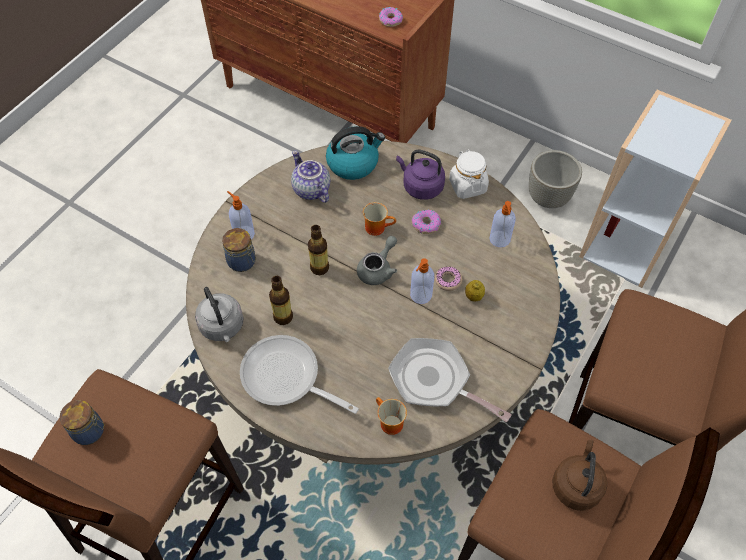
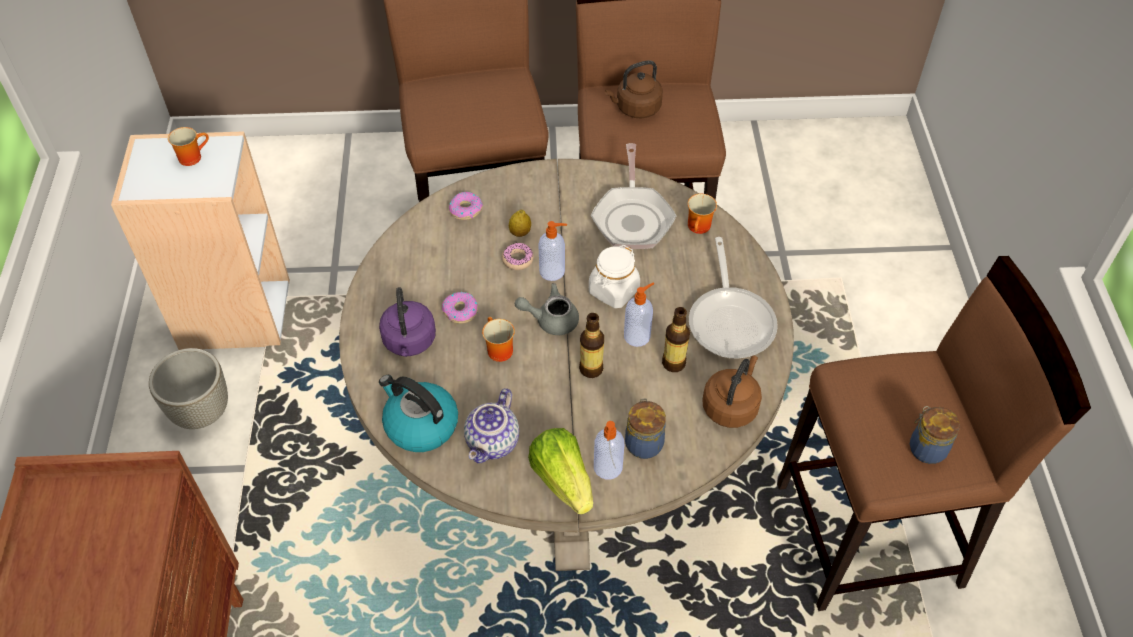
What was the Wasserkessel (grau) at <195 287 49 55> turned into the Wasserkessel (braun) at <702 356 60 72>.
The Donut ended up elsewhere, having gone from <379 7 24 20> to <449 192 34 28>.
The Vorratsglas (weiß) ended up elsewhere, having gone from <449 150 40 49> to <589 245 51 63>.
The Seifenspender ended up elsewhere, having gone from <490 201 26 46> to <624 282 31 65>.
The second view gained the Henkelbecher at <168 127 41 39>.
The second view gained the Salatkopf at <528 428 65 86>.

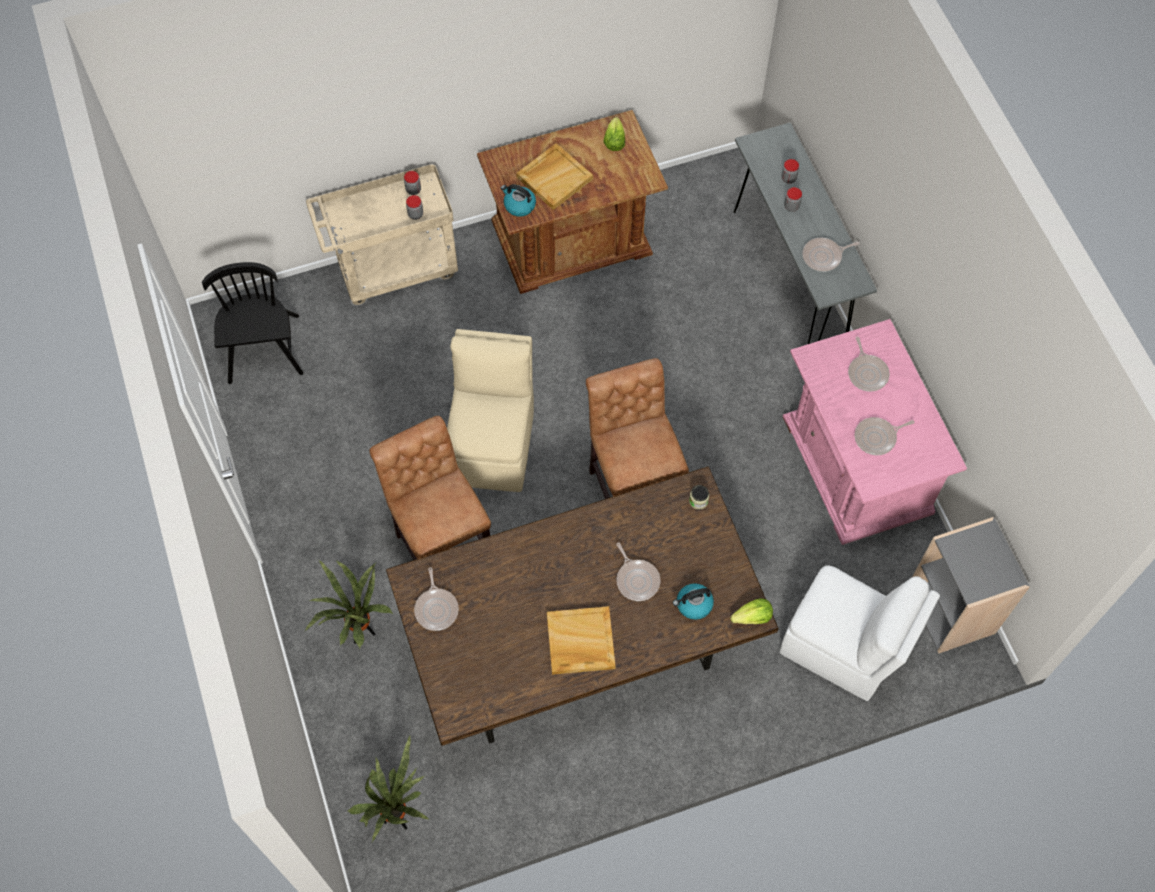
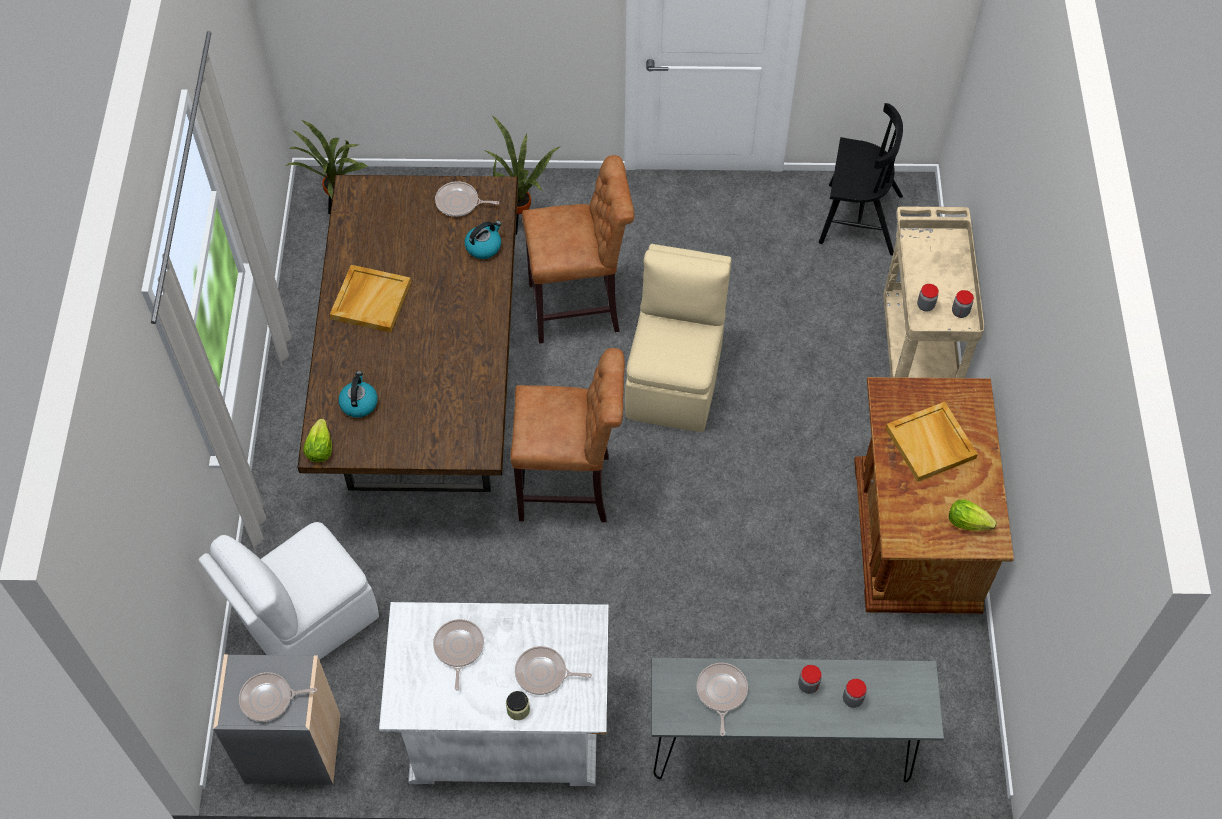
The Stuhl (beige) at <447 329 87 163> ended up facing another way, 105 degrees counterclockwise from before.
The Wasserkessel ended up elsewhere, having gone from <501 184 35 33> to <465 221 37 38>.
The Pfanne ended up elsewhere, having gone from <616 543 44 58> to <239 672 78 50>.
The Vorratsglas ended up elsewhere, having gone from <689 485 20 25> to <506 691 24 29>.
What was the Schrank (rosa) at <782 319 185 226> turned into the Schrank (weiß) at <379 602 229 184>.

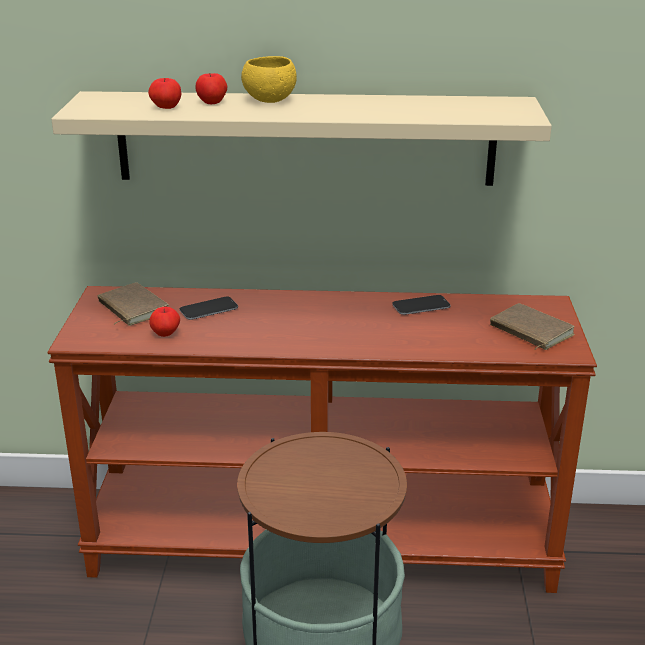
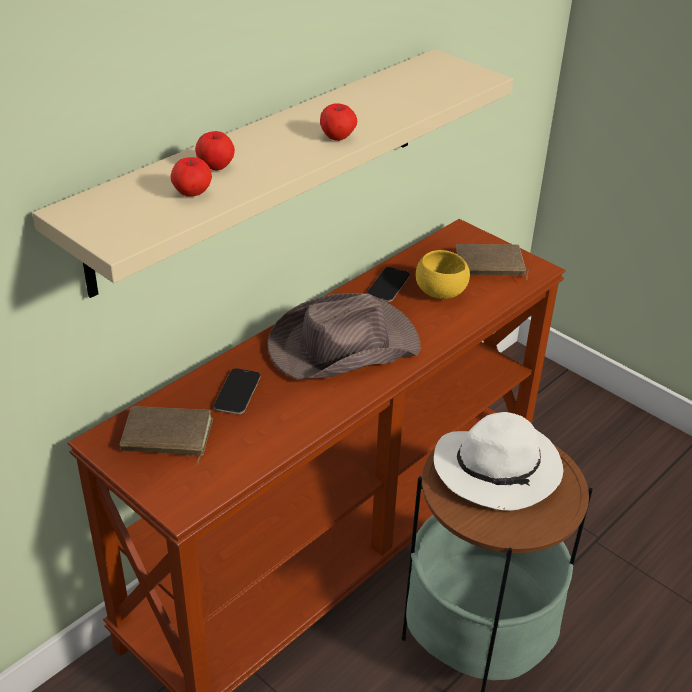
The Apfel ended up elsewhere, having gone from <149 307 31 30> to <320 103 37 38>.
The Schüssel (gelb) ended up elsewhere, having gone from <241 56 56 47> to <416 250 54 49>.
The second view gained the Hut (braun) at <267 293 154 86>.
The second view gained the Hut (weiß) at <434 412 129 99>.

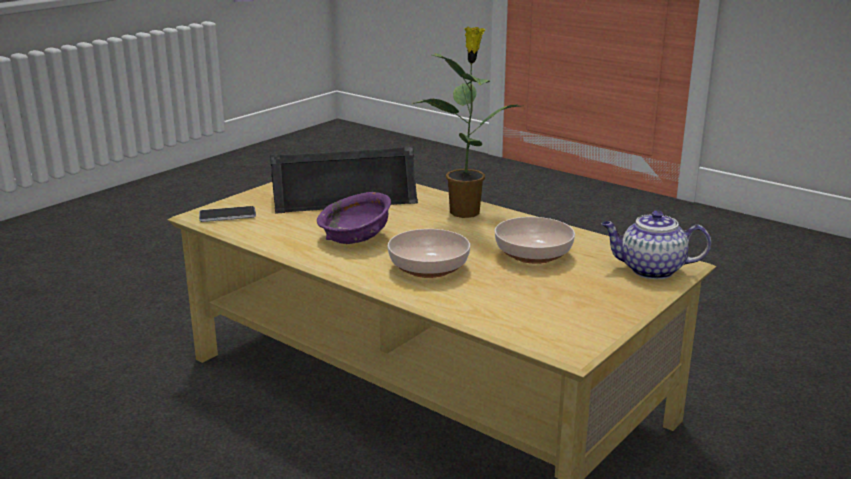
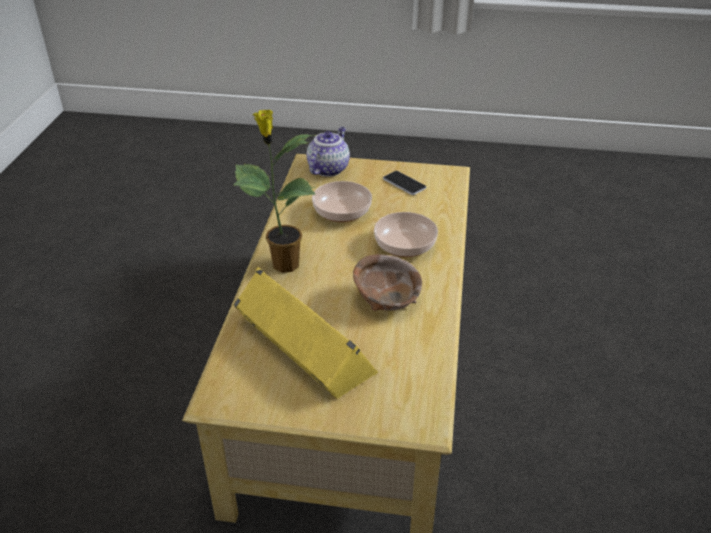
The Handy ended up elsewhere, having gone from <199 206 57 16> to <383 171 43 24>.
What was the Lautsprecher (schwarz) at <270 146 148 68> turned into the Lautsprecher (gelb) at <233 267 146 132>.
What was the Schüssel (lila) at <317 192 74 52> turned into the Schüssel (braun) at <353 254 69 57>.
The Teekanne at <602 210 109 69> ended up facing another way, 135 degrees counterclockwise from before.

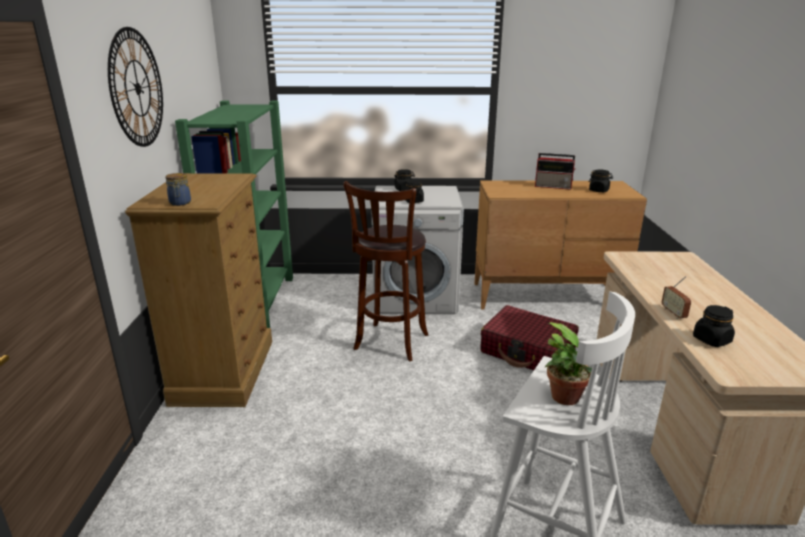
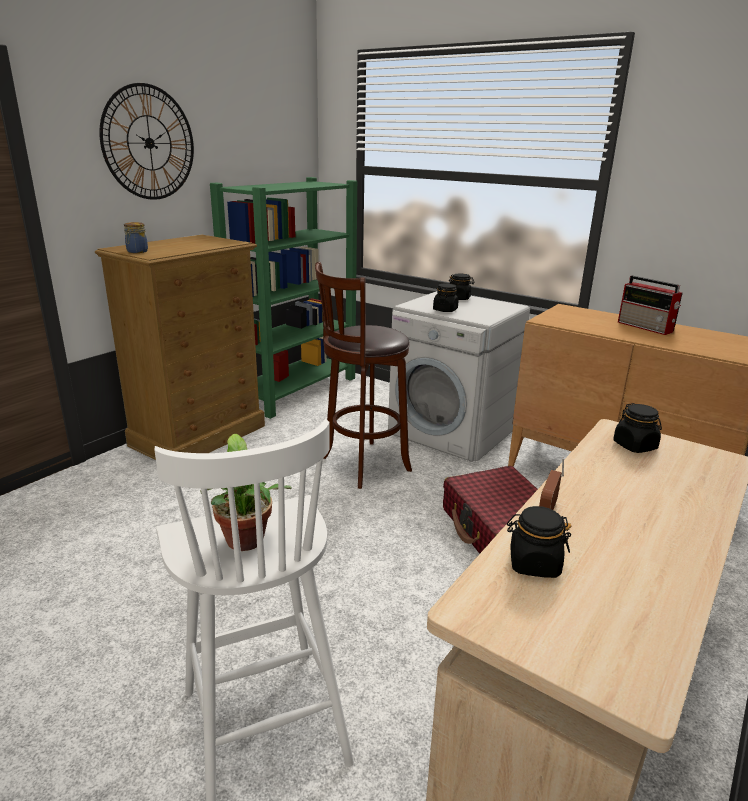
The Vorratsglas (schwarz) ended up elsewhere, having gone from <589 170 24 22> to <613 403 49 50>.

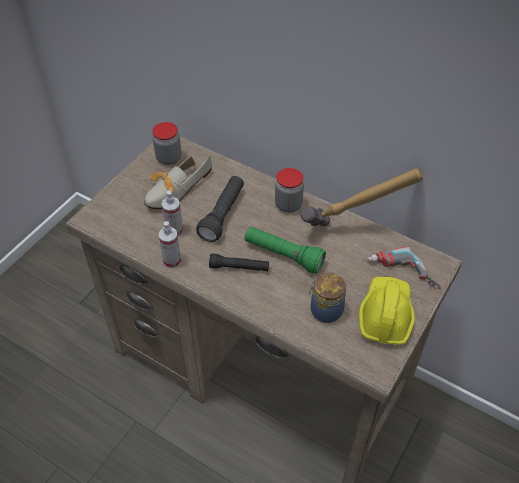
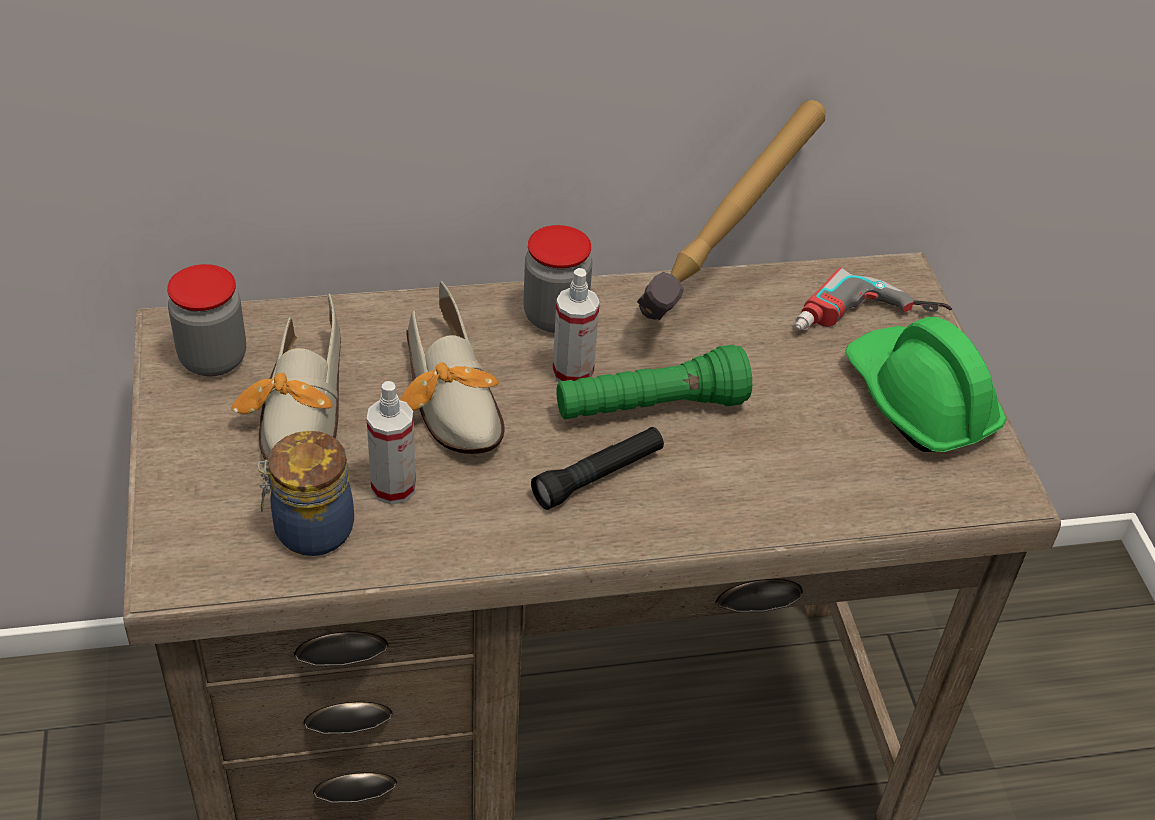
The Sprühflasche ended up elsewhere, having gone from <159 221 22 47> to <552 268 48 114>.
Where the Taschenlampe (schwarz) stood at <196 176 48 66>, the Schuh came to stand at <400 280 105 174>.
The Vorratsglas ended up elsewhere, having gone from <309 273 37 50> to <257 431 97 125>.
What was the Schutzhelm (gelb) at <359 277 56 68> turned into the Schutzhelm (grün) at <845 317 161 135>.

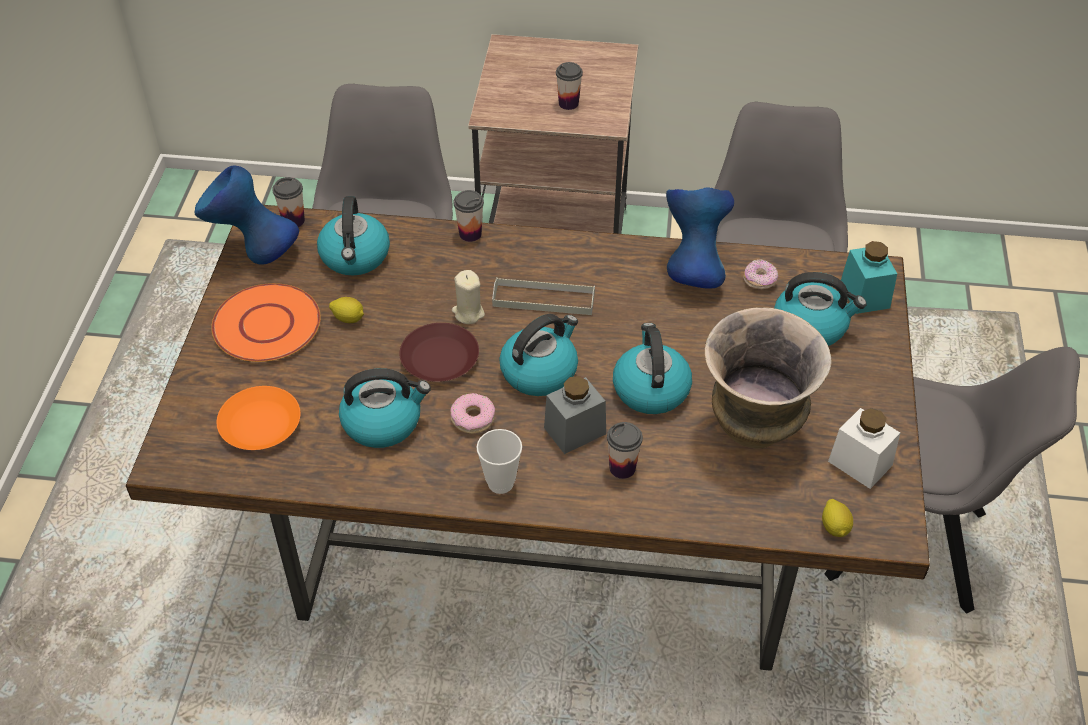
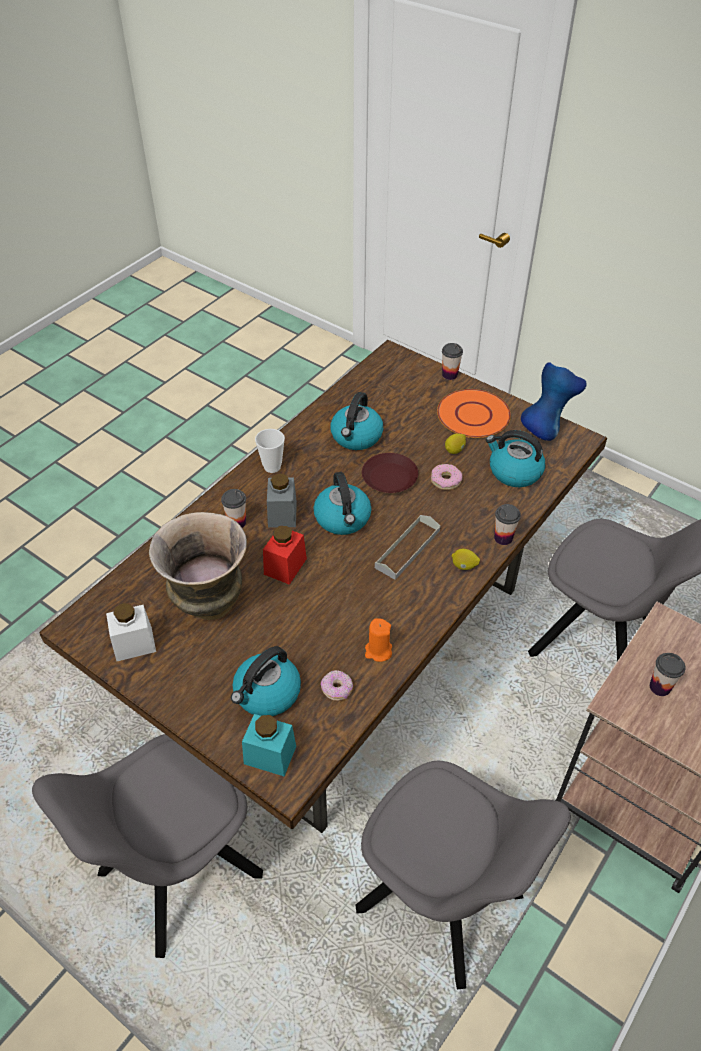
The second view lost the Teller (orange) at <217 386 84 64>.
The Tasse ended up elsewhere, having gone from <272 177 33 50> to <442 343 21 37>.
The Donut ended up elsewhere, having gone from <451 393 44 41> to <431 464 31 26>.
The second view lost the Kerze (beige) at <452 270 33 54>.
Where the Wasserkessel stood at <613 323 79 91>, the Vorratsglas (rot) came to stand at <263 526 44 59>.
Where the Vase (blau) stood at <666 187 68 102>, the Kerze (orange) came to stand at <365 618 27 44>.
The Zitrone ended up elsewhere, having gone from <822 499 31 38> to <452 549 28 21>.

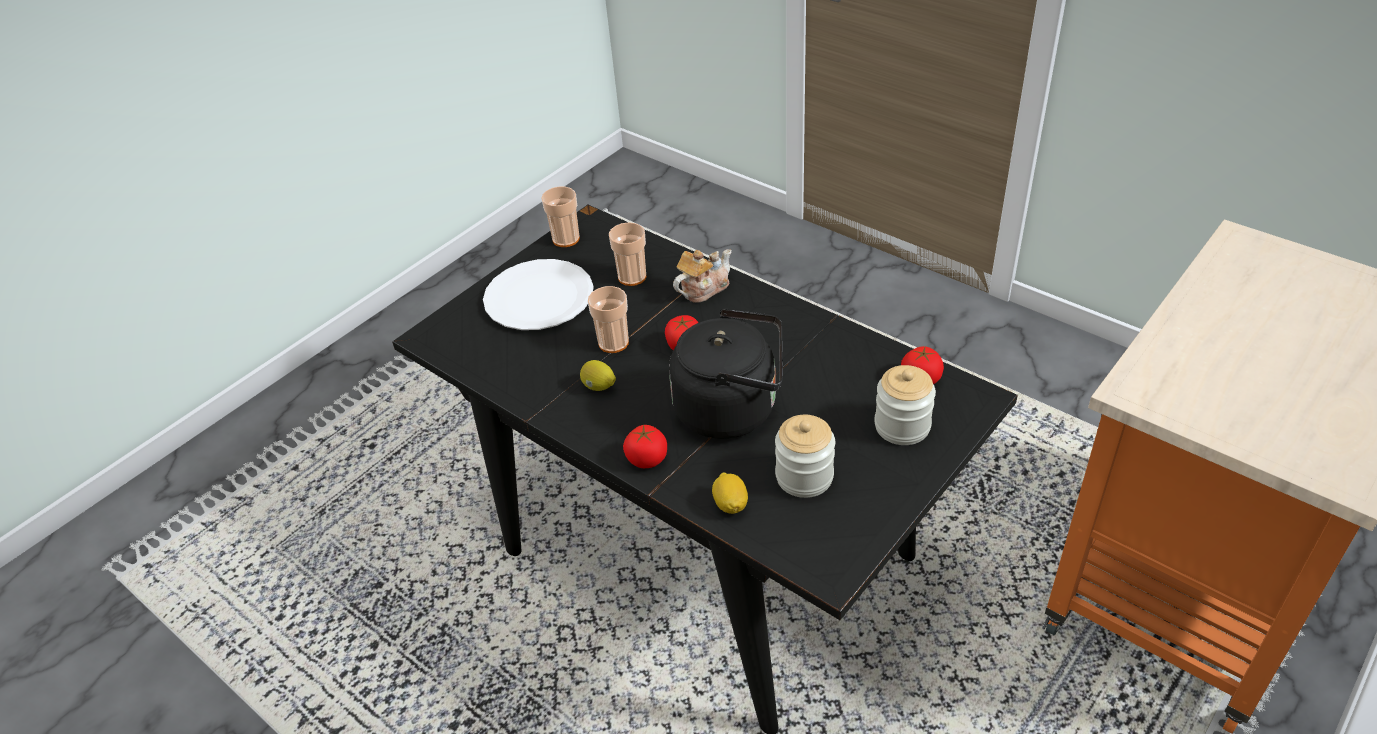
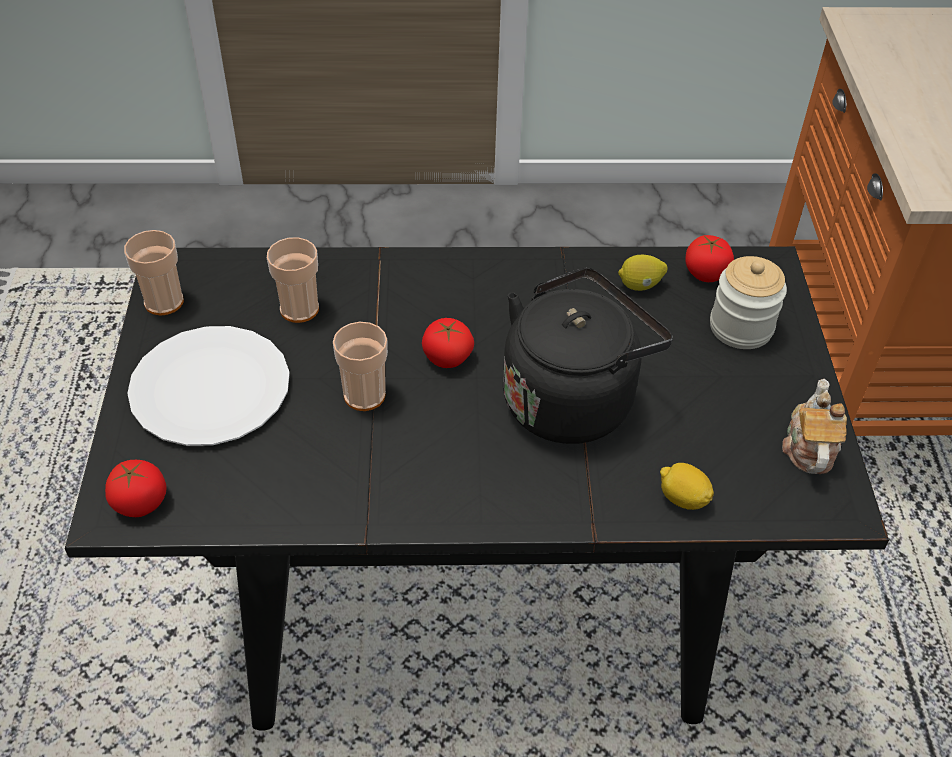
The Zitrone ended up elsewhere, having gone from <580 360 36 31> to <618 255 49 36>.
The Tomate ended up elsewhere, having gone from <623 425 44 43> to <105 460 61 57>.
The Teekanne ended up elsewhere, having gone from <673 249 59 54> to <782 379 65 95>.
The second view lost the Vorratsglas at <775 415 60 83>.

